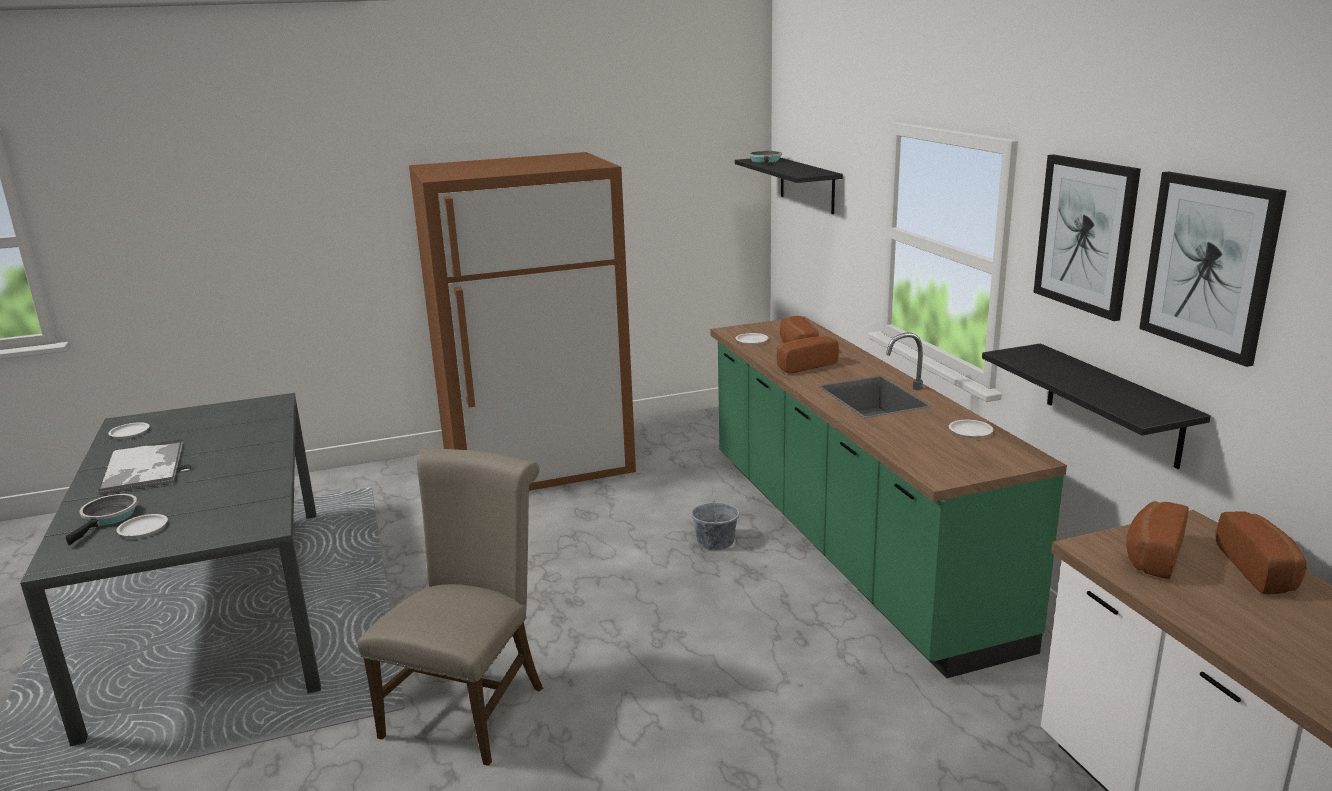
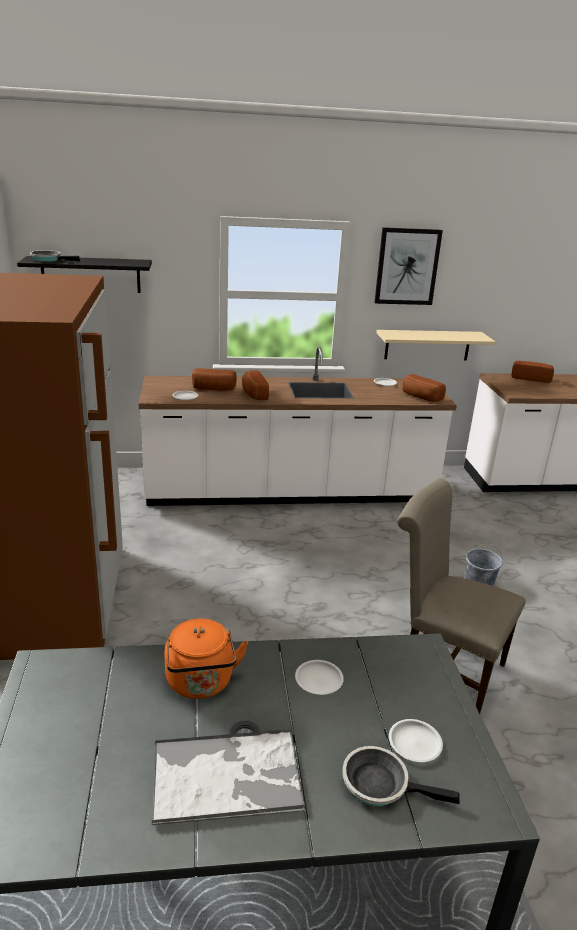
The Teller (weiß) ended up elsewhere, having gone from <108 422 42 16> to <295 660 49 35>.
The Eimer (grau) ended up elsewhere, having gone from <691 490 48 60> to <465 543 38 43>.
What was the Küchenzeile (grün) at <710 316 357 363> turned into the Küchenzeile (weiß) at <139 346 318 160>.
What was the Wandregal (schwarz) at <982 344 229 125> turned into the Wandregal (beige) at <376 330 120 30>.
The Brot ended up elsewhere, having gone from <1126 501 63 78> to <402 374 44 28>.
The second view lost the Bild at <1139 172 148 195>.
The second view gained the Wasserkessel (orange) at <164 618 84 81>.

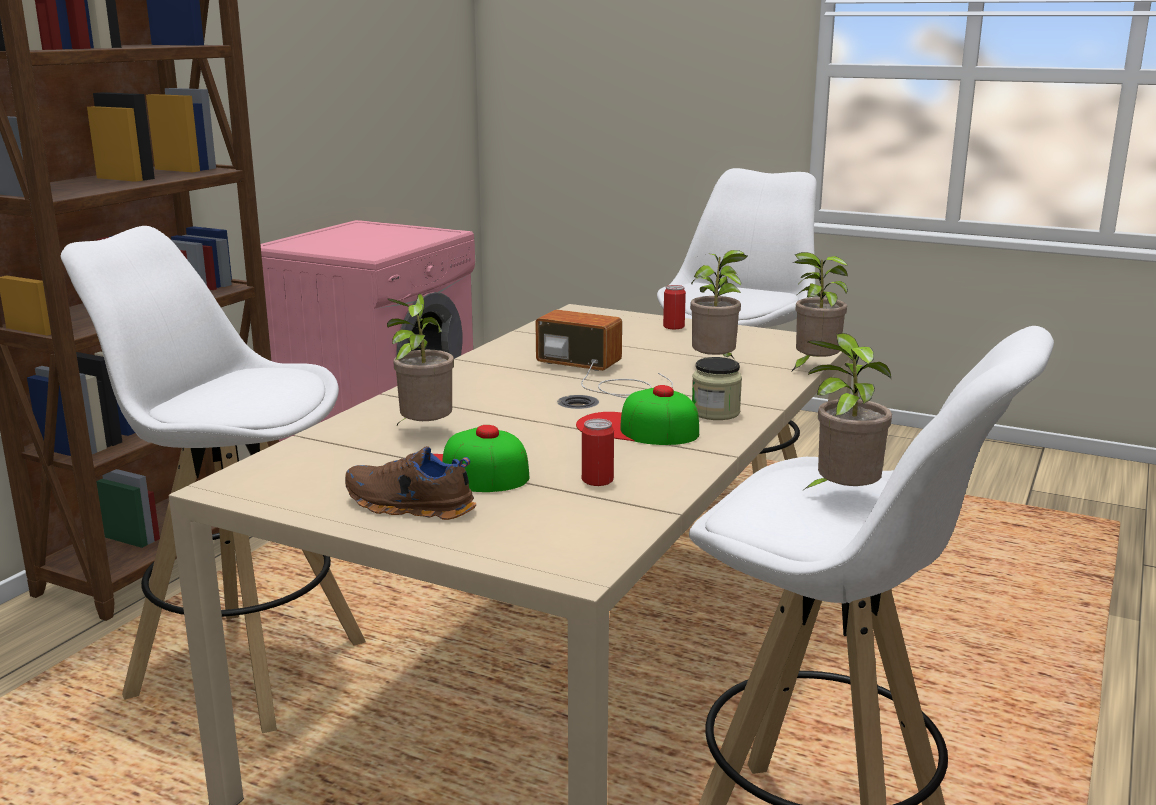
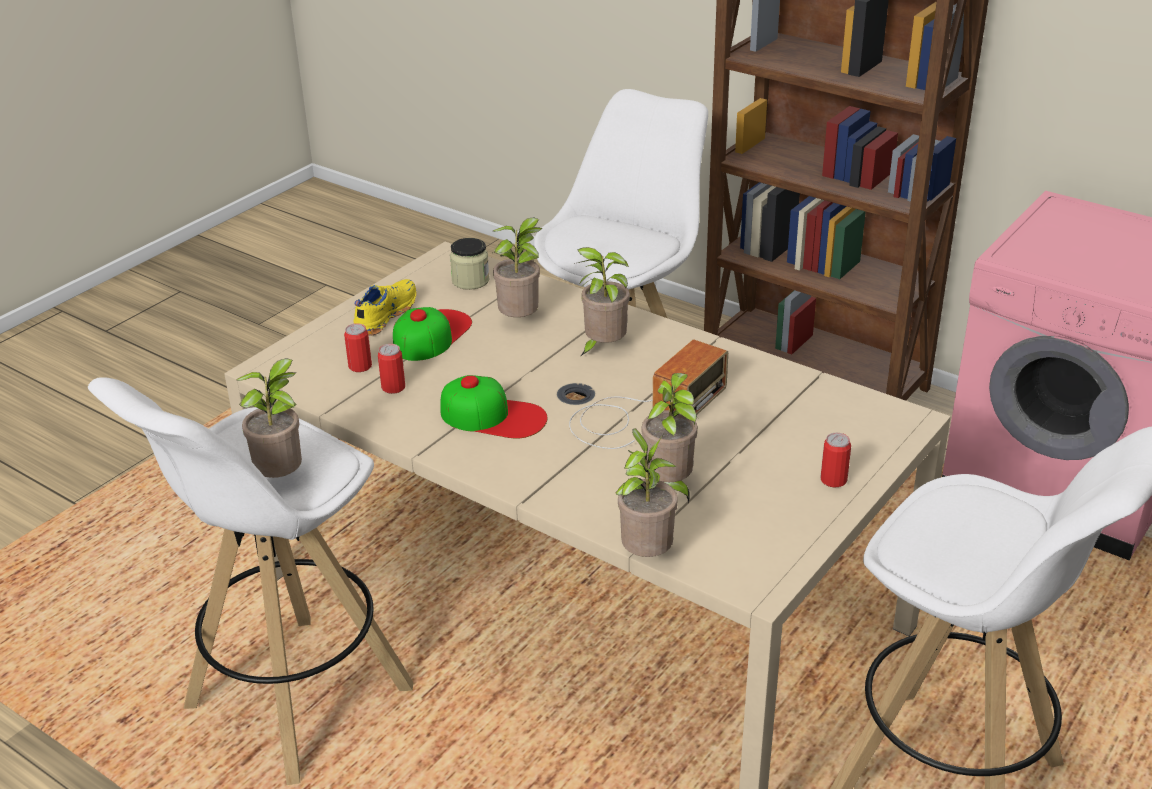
What was the Schuh (braun) at <345 446 131 74> turned into the Schuh (gelb) at <353 279 63 57>.
The Kappe at <576 385 123 60> ended up facing another way, 75 degrees clockwise from before.
The Vorratsglas ended up elsewhere, having gone from <692 357 50 63> to <450 238 39 52>.
The second view gained the Dose at <344 323 28 49>.
The second view gained the Topfpflanze at <574 247 56 109>.

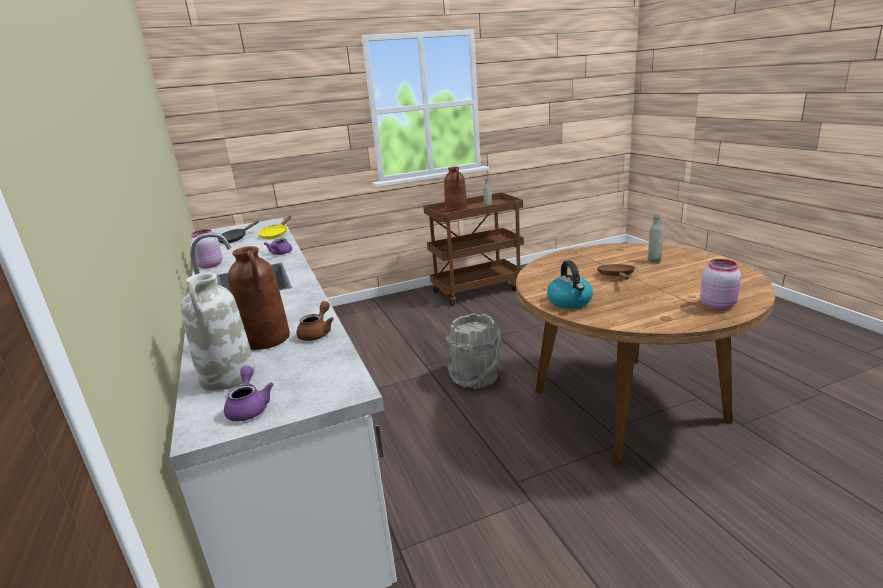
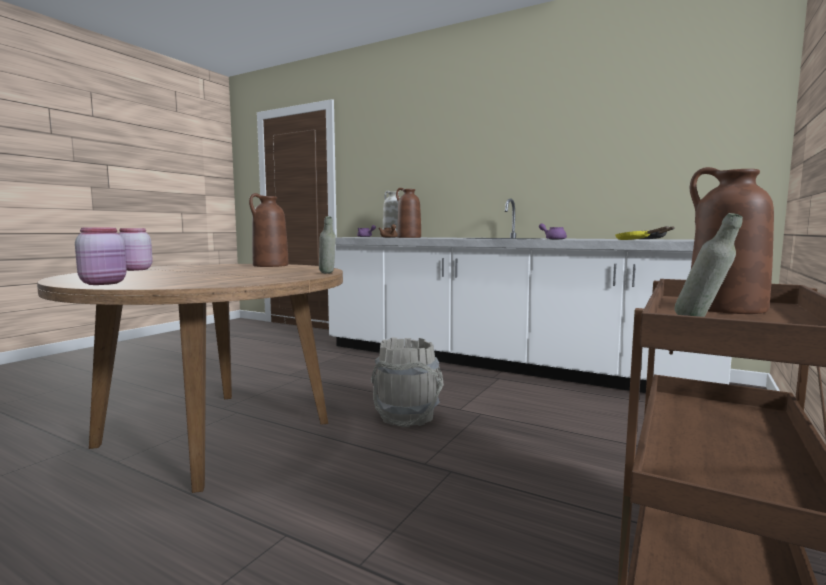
The Vorratsglas (rosa) ended up elsewhere, having gone from <190 229 32 39> to <75 228 52 57>.
Where the Wasserkessel stood at <547 260 46 49>, the Vase (braun) came to stand at <249 193 40 74>.
The second view lost the Pfanne (braun) at <597 264 38 15>.
The Flasche (grau) ended up elsewhere, having gone from <648 214 15 47> to <319 216 17 58>.

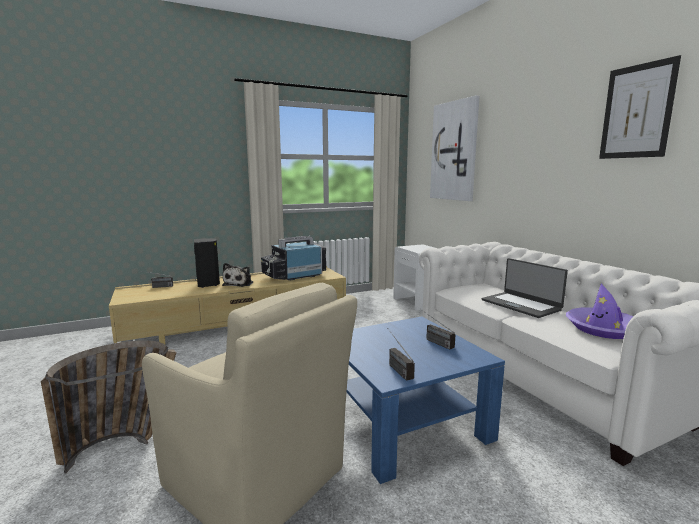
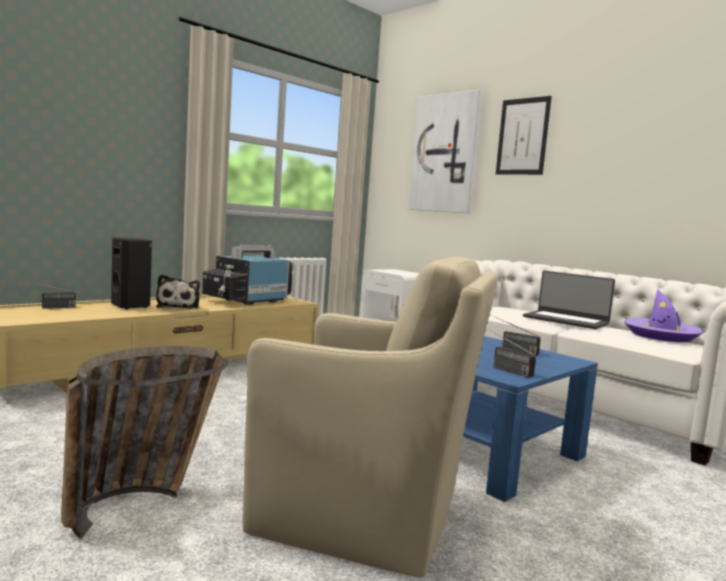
The Bild ended up elsewhere, having gone from <599 55 82 104> to <496 96 56 79>.

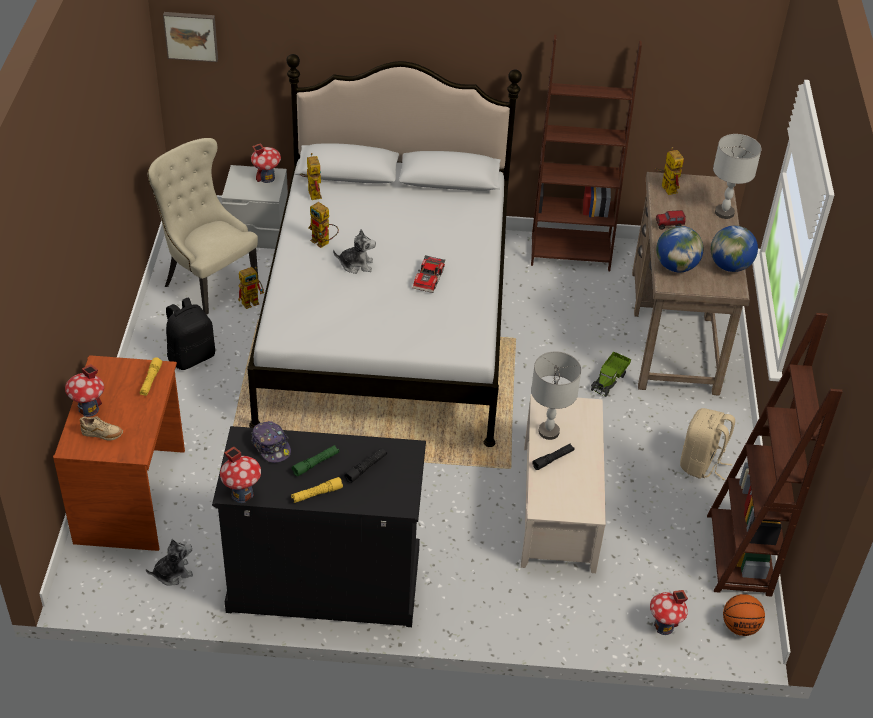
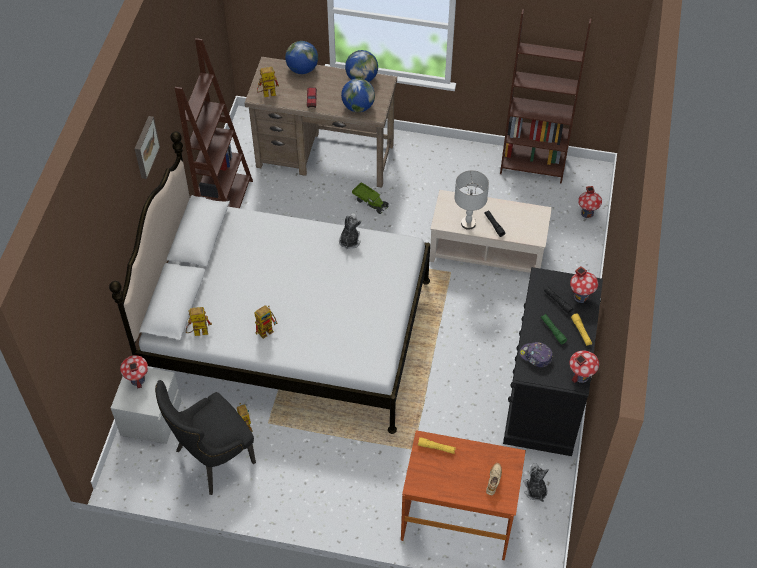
The Spielzeughaus ended up elsewhere, having gone from <65 364 39 53> to <570 266 28 37>.
What was the Stuhl (beige) at <147 138 111 177> turned into the Stuhl (schwarz) at <155 380 101 115>.
The Bild ended up elsewhere, having gone from <163 12 55 50> to <135 116 25 63>.
The second view lost the Rucksack (schwarz) at <166 298 49 72>.
The Kappe at <251 421 40 42> ended up facing another way, 120 degrees counterclockwise from before.
The Plüschtier ended up elsewhere, having gone from <333 229 43 45> to <339 213 22 36>.
The second view lost the Spielzeugauto at <413 255 32 38>.
The second view lost the Rucksack (beige) at <680 408 55 72>.
Where the Tischlampe (grau) stood at <713 134 48 85>, the Globus came to stand at <285 41 33 33>.
The second view lost the Basketball at <723 594 42 42>.

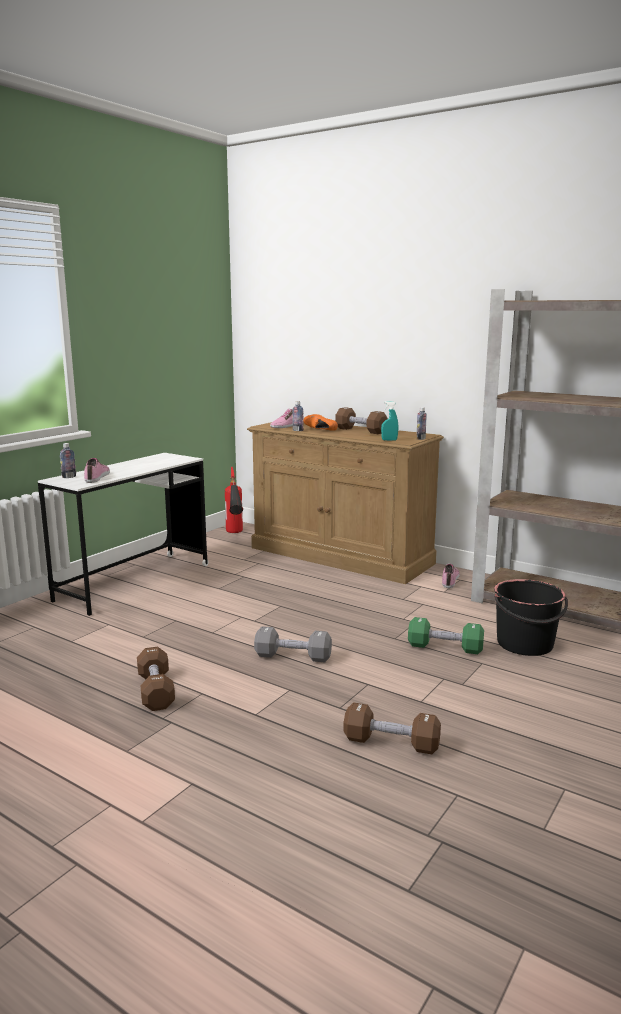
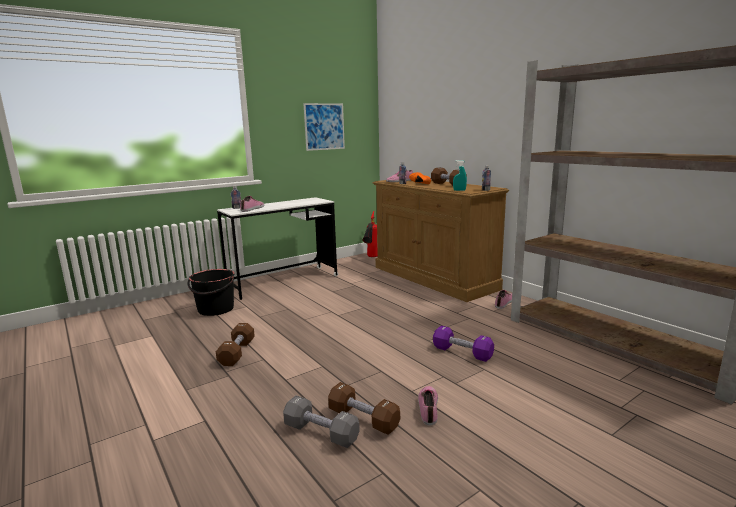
The Hantel (grau) ended up elsewhere, having gone from <254 626 78 36> to <283 395 77 53>.
What was the Hantel (grün) at <408 617 76 37> turned into the Hantel (lila) at <433 325 61 37>.
The Eimer (schwarz) ended up elsewhere, having gone from <494 579 74 77> to <188 269 47 47>.
The second view gained the Bild at <303 103 42 48>.
The second view gained the Schuh at <418 386 20 40>.

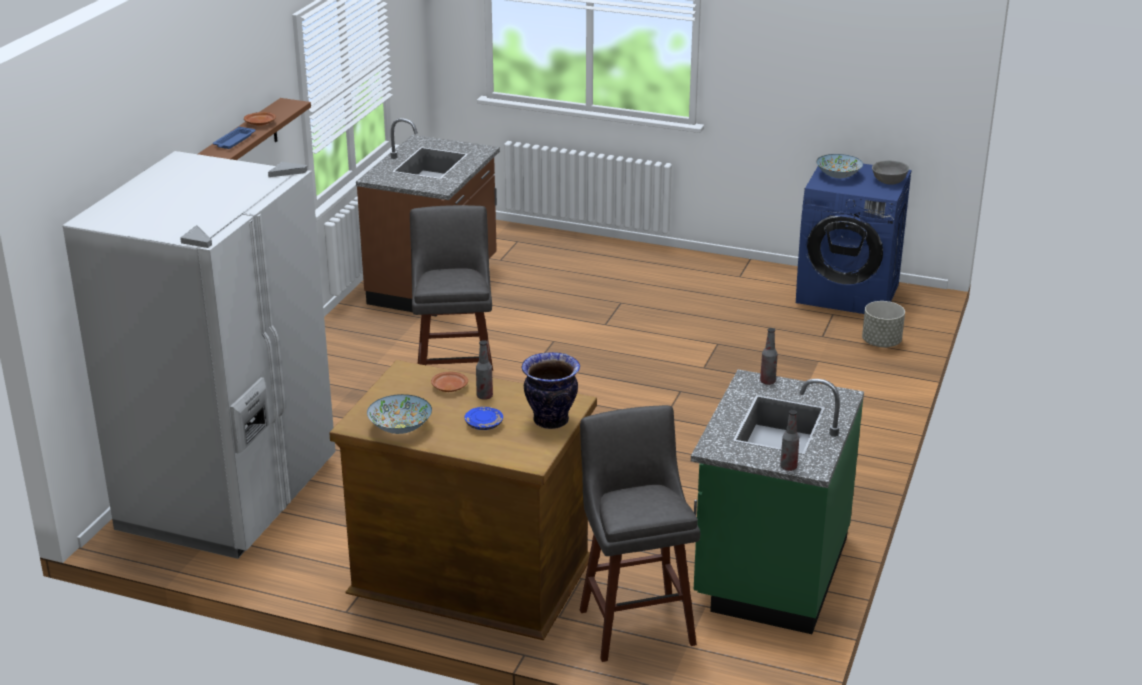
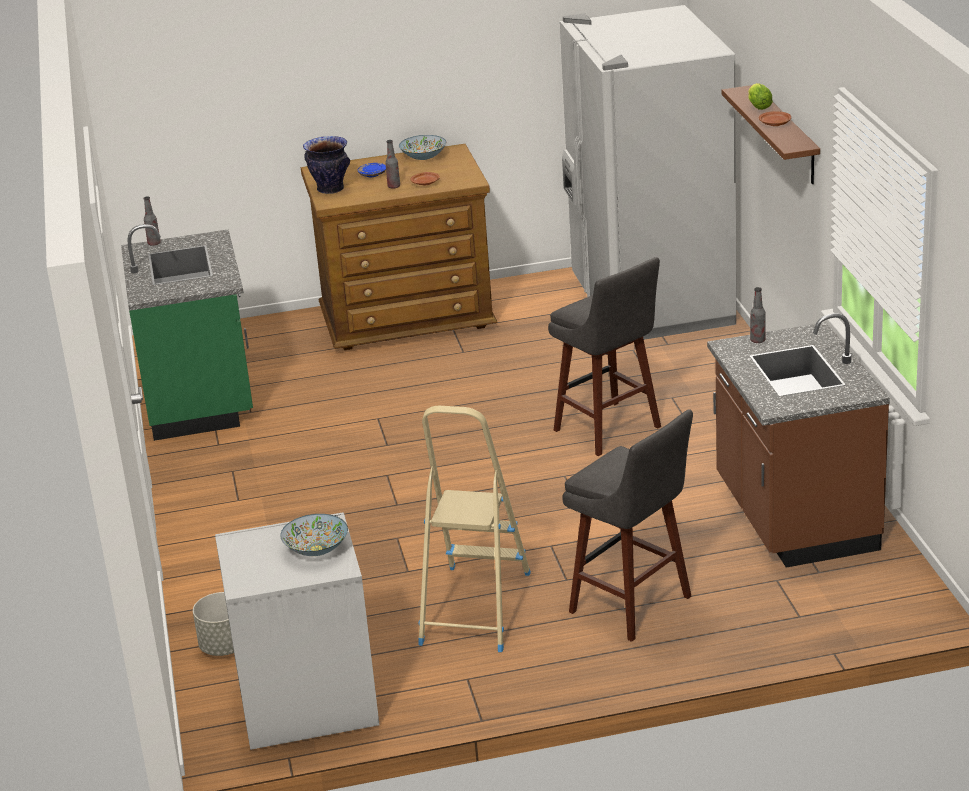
Where the Tablett (blau) stood at <213 127 43 22>, the Salatkopf came to stand at <748 83 25 27>.
The Hocker (grau) ended up elsewhere, having gone from <580 405 120 257> to <563 409 130 233>.
The Flasche ended up elsewhere, having gone from <760 328 18 57> to <750 287 16 56>.
What was the Waschmaschine (blau) at <796 164 115 150> turned into the Waschmaschine (weiß) at <215 512 164 238>.
The second view lost the Schüssel (grau) at <872 161 37 24>.
The second view gained the Trittleiter (beige) at <418 406 113 246>.

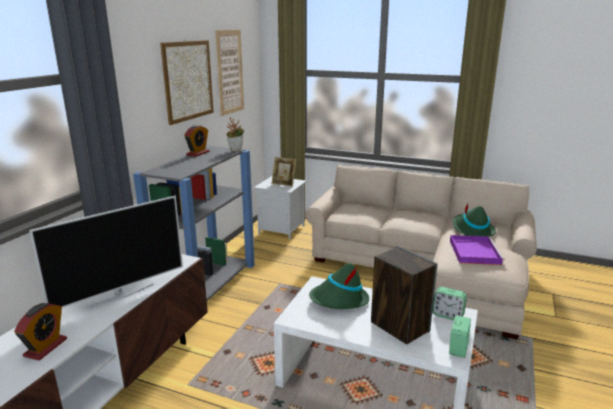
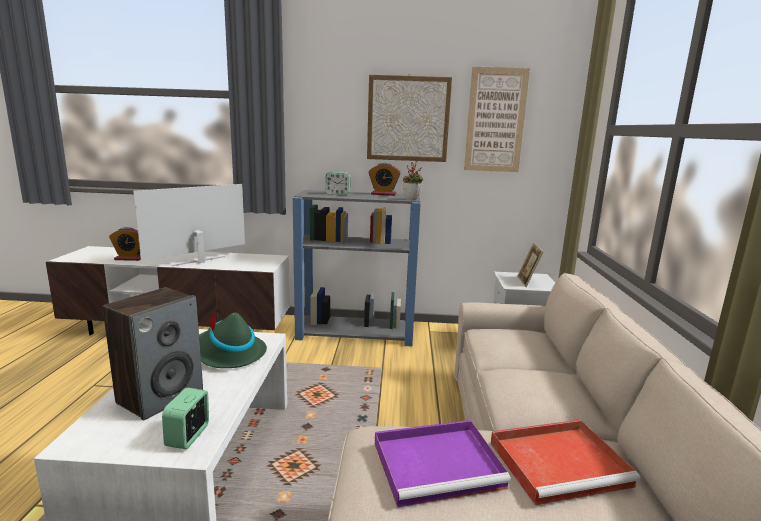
The Fernseher at <29 196 154 112> ended up facing another way, 105 degrees clockwise from before.
The Wecker ended up elsewhere, having gone from <449 316 22 42> to <325 172 25 23>.
Where the Hut (grün) stood at <452 204 44 33>, the Tablett (rot) came to stand at <491 420 149 85>.

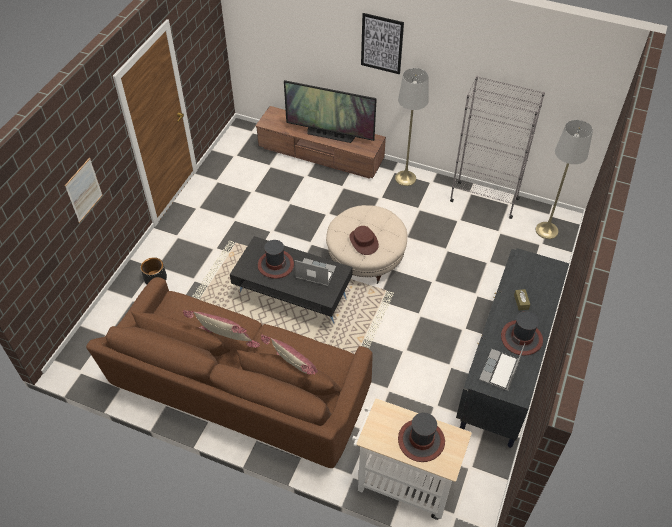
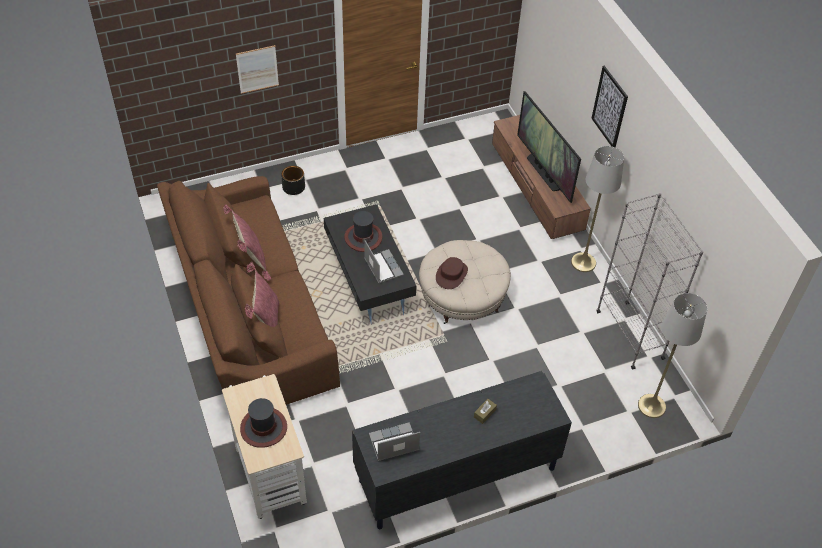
The second view lost the Hut at <501 311 42 45>.

